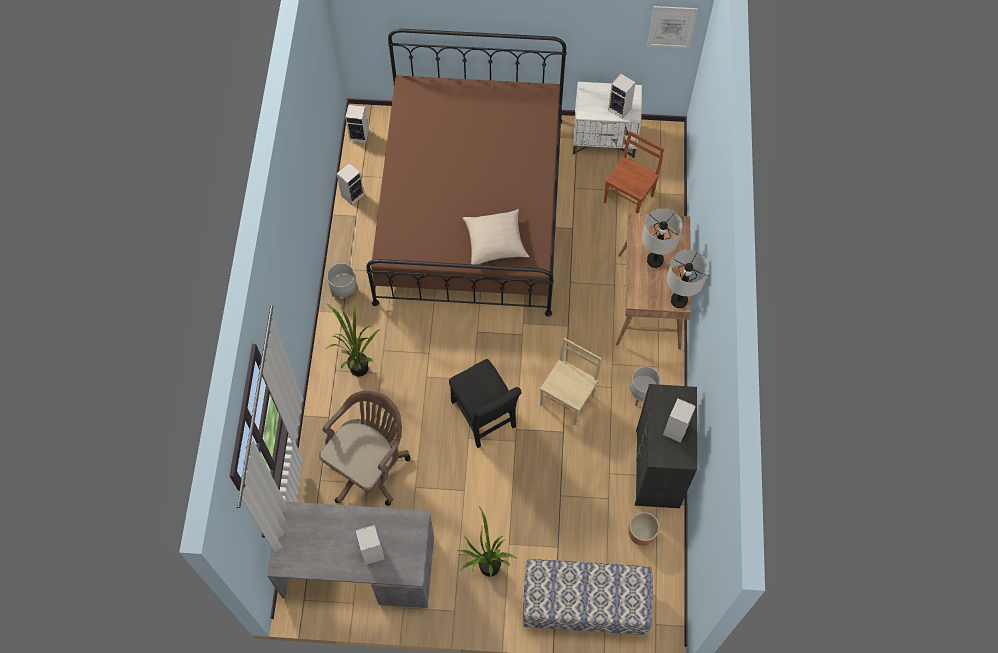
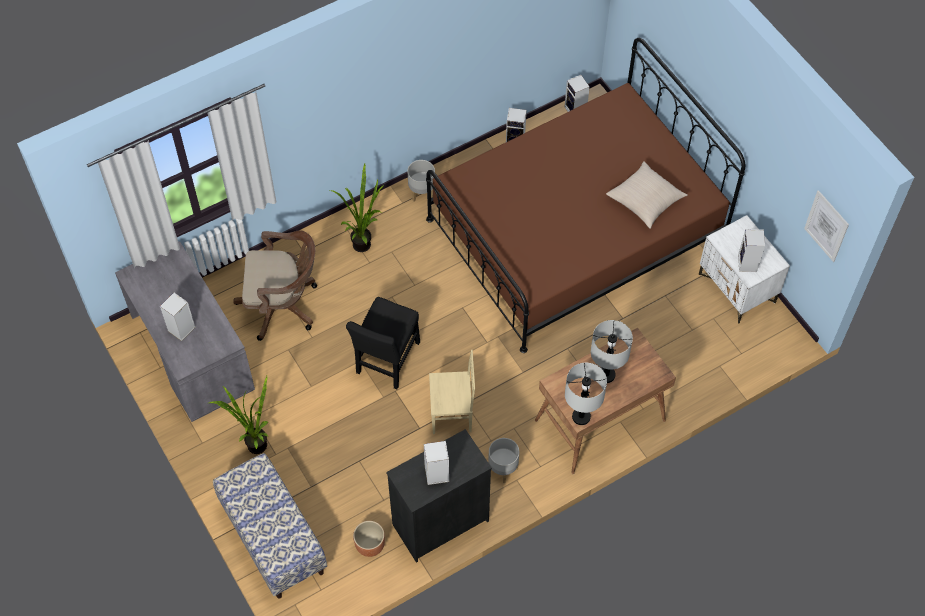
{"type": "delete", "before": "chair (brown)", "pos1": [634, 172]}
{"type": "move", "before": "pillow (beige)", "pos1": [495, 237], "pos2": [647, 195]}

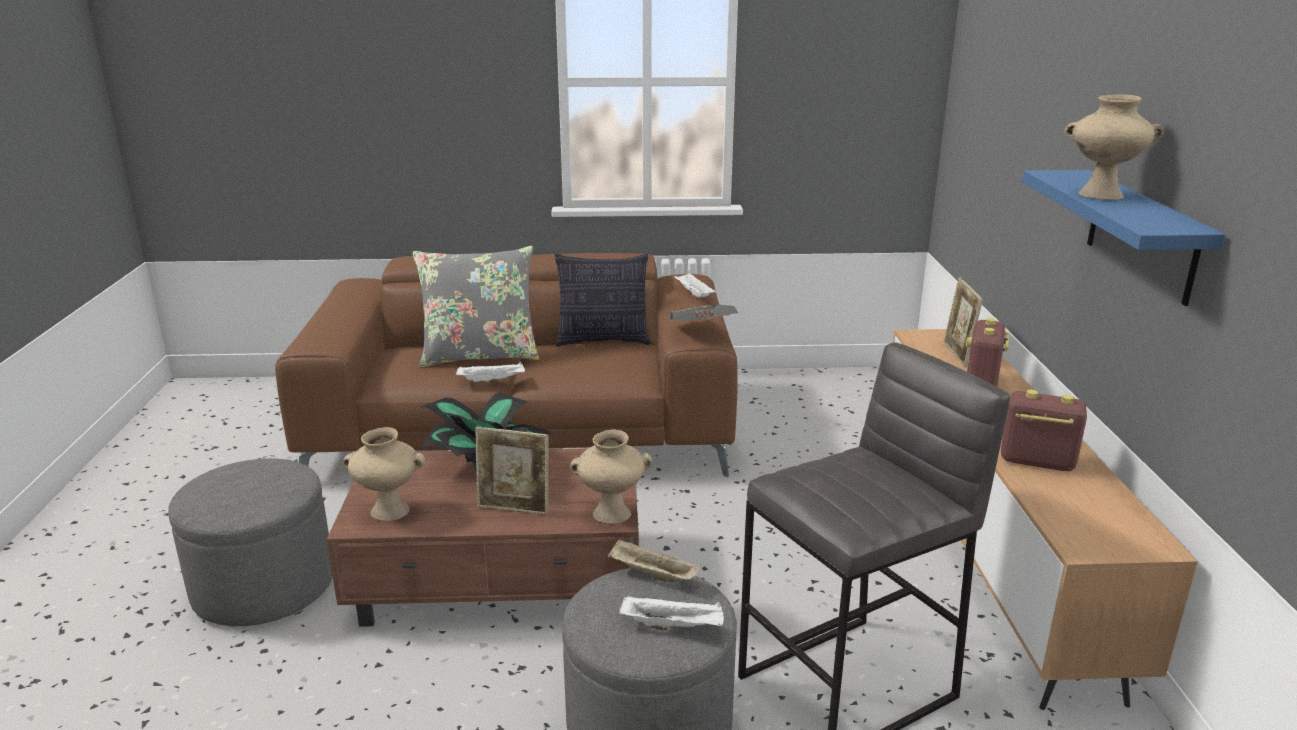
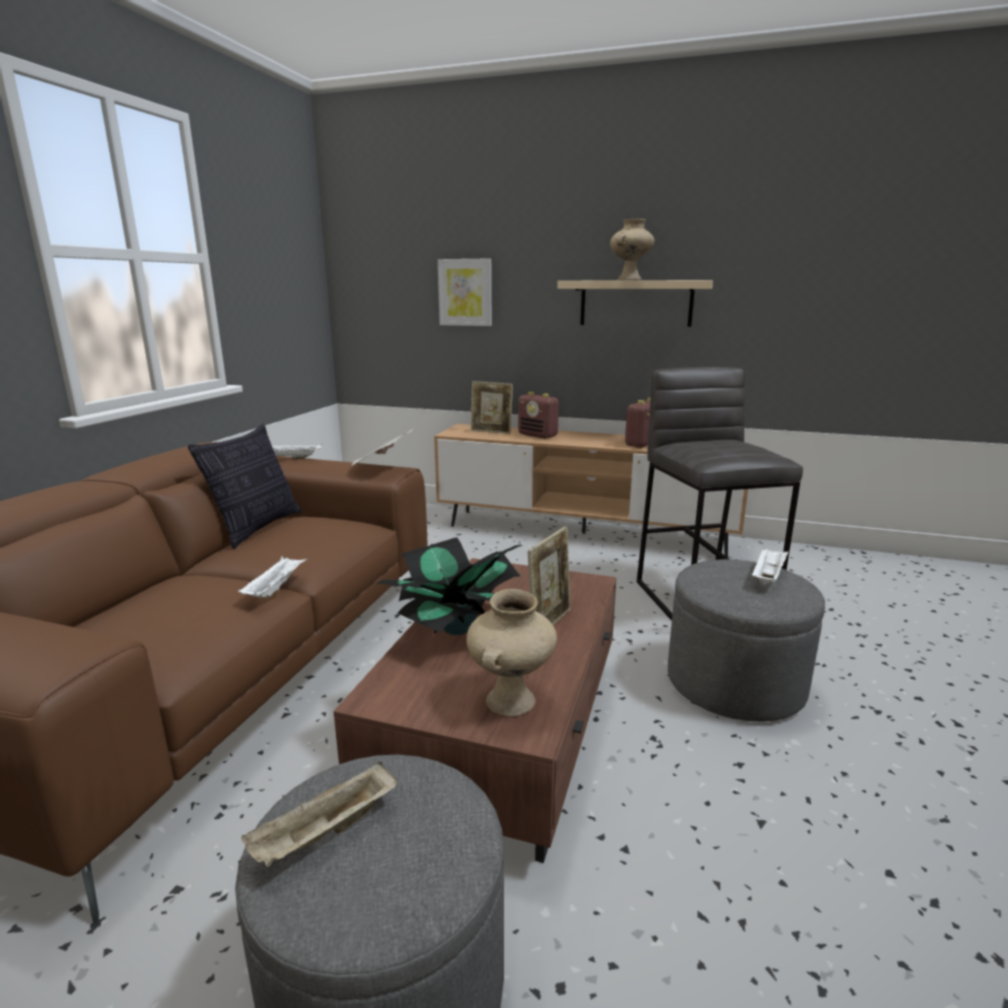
{"type": "delete", "before": "pillow (grey)", "pos1": [476, 306]}
{"type": "delete", "before": "vase (beige)", "pos1": [611, 476]}
{"type": "insert", "after": "picture", "pos2": [465, 292]}
{"type": "move", "before": "tray (beige)", "pos1": [654, 560], "pos2": [319, 814]}
{"type": "recolor", "before": "shelf (blue)", "after": "shelf (beige)", "pos1": [1124, 238], "pos2": [635, 303]}

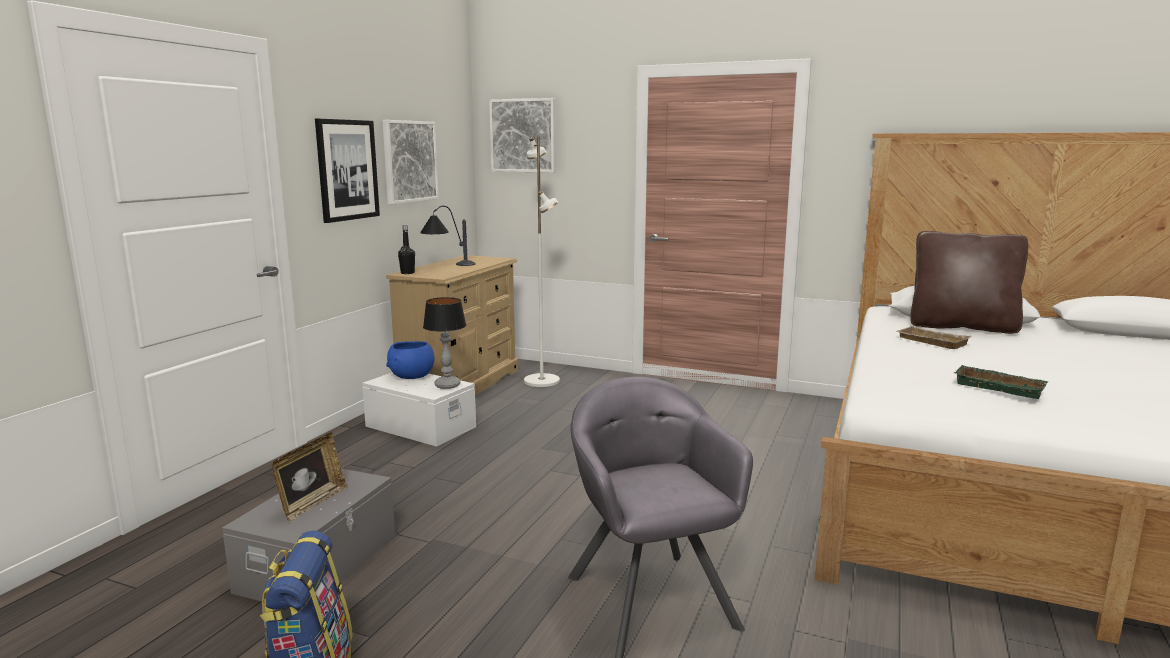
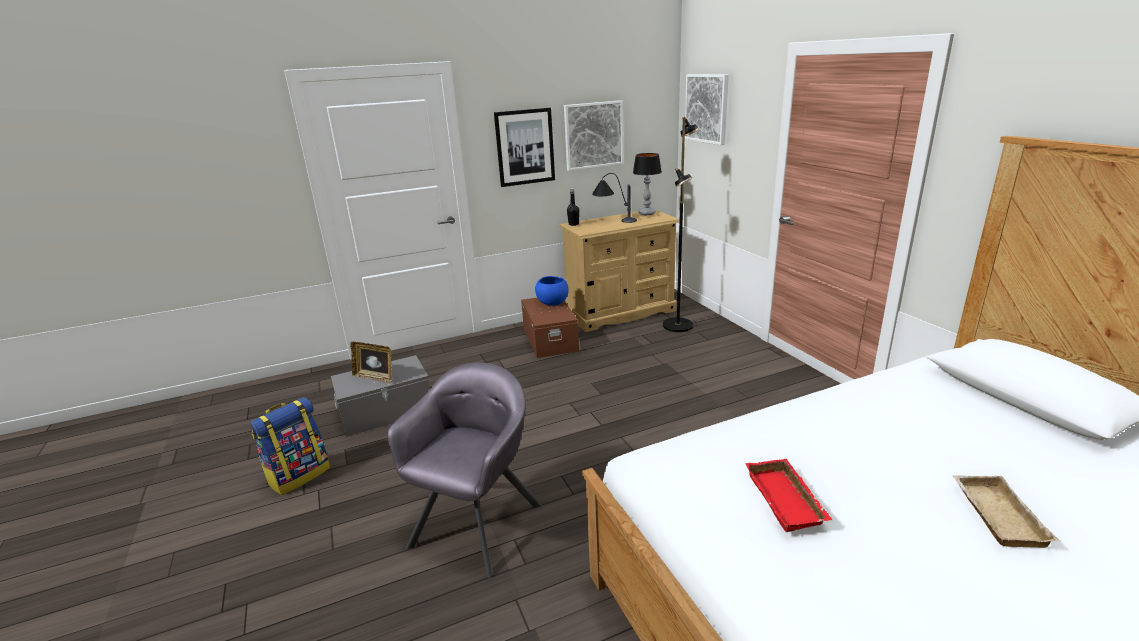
{"type": "delete", "before": "pillow (brown)", "pos1": [969, 282]}
{"type": "move", "before": "table lamp", "pos1": [444, 343], "pos2": [647, 184]}
{"type": "move", "before": "tray (beige)", "pos1": [933, 337], "pos2": [1006, 511]}
{"type": "recolor", "before": "storage box (white)", "after": "storage box (brown)", "pos1": [419, 409], "pos2": [550, 328]}
{"type": "recolor", "before": "floor lamp (white)", "after": "floor lamp (black)", "pos1": [542, 261], "pos2": [681, 224]}
{"type": "recolor", "before": "tray (green)", "after": "tray (red)", "pos1": [1001, 382], "pos2": [789, 495]}
{"type": "rotate", "before": "picture frame", "pos1": [310, 477], "pos2": [371, 363], "turn": 45}

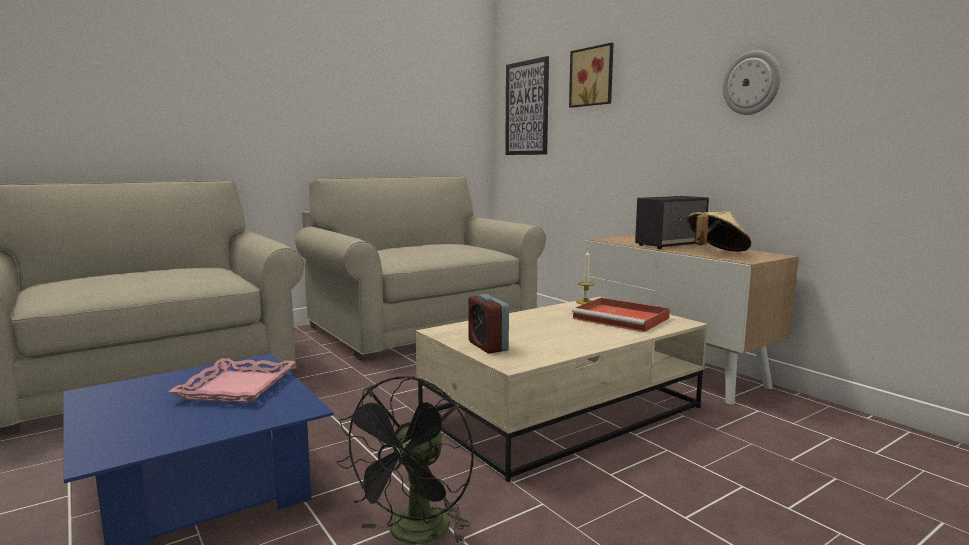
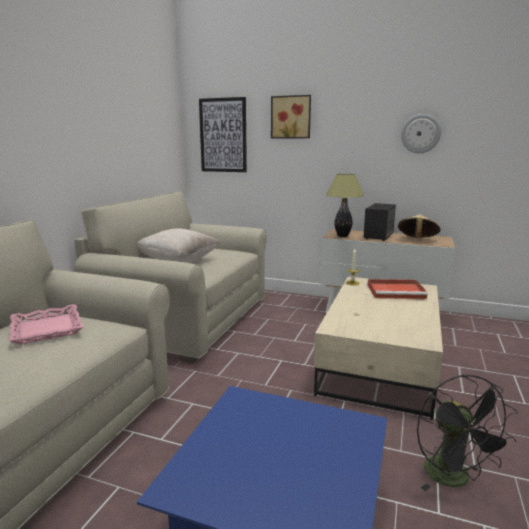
{"type": "delete", "before": "alarm clock", "pos1": [488, 324]}
{"type": "insert", "after": "pillow (beige)", "pos2": [178, 245]}
{"type": "insert", "after": "table lamp", "pos2": [345, 205]}
{"type": "move", "before": "tray (pink)", "pos1": [231, 380], "pos2": [46, 324]}

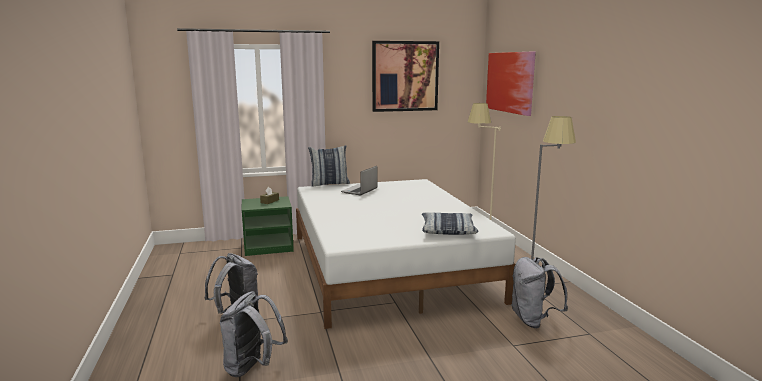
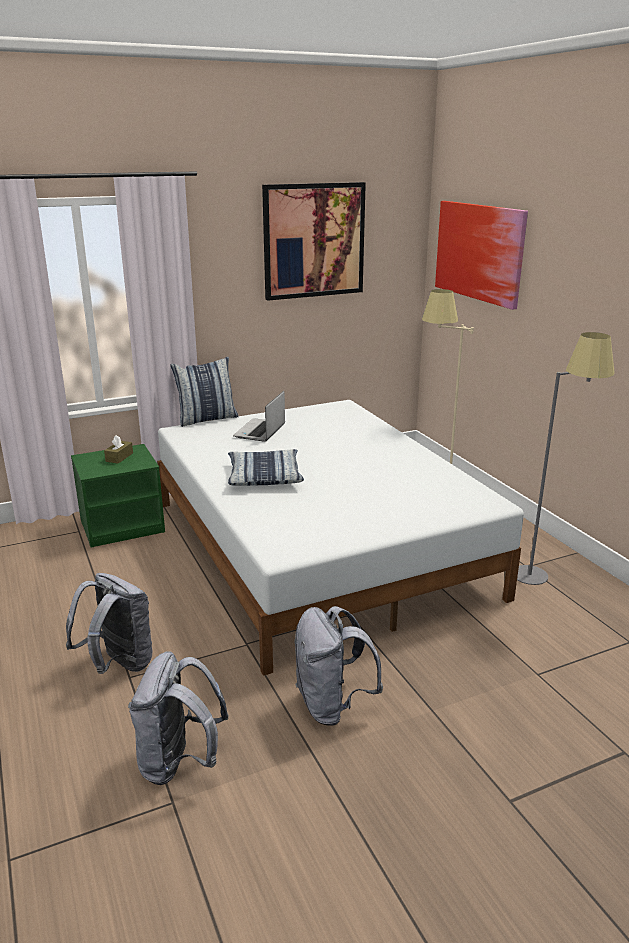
{"type": "move", "before": "pillow", "pos1": [450, 223], "pos2": [266, 467]}
{"type": "move", "before": "backpack (grey)", "pos1": [539, 292], "pos2": [338, 666]}

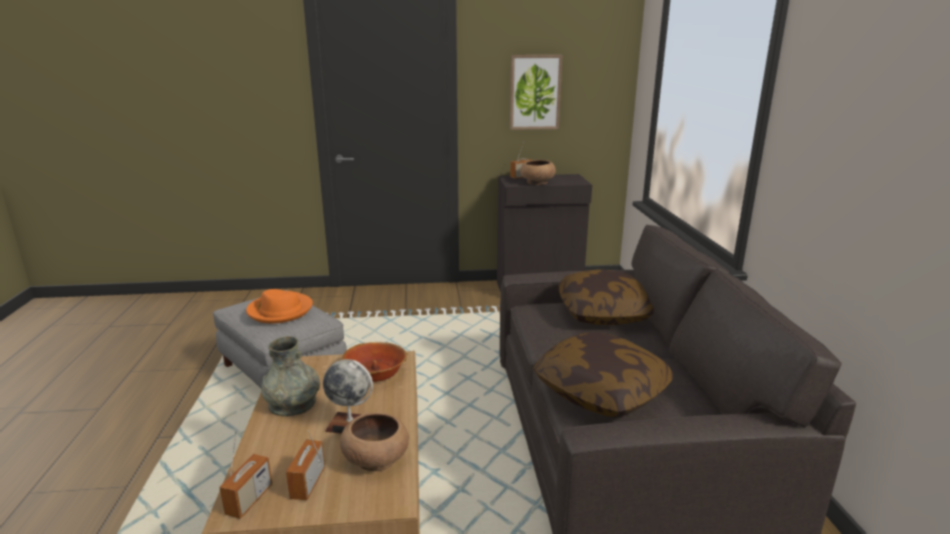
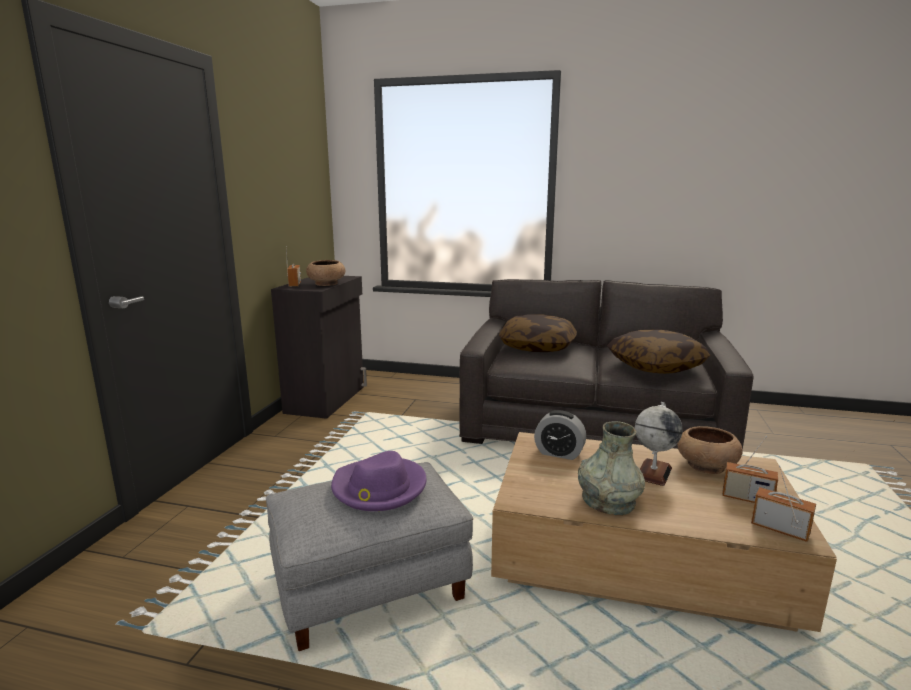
{"type": "delete", "before": "picture", "pos1": [536, 92]}
{"type": "replace", "before": "bowl", "after": "alarm clock", "pos1": [375, 362], "pos2": [560, 435]}
{"type": "recolor", "before": "hat (orange)", "after": "hat (purple)", "pos1": [279, 306], "pos2": [379, 481]}

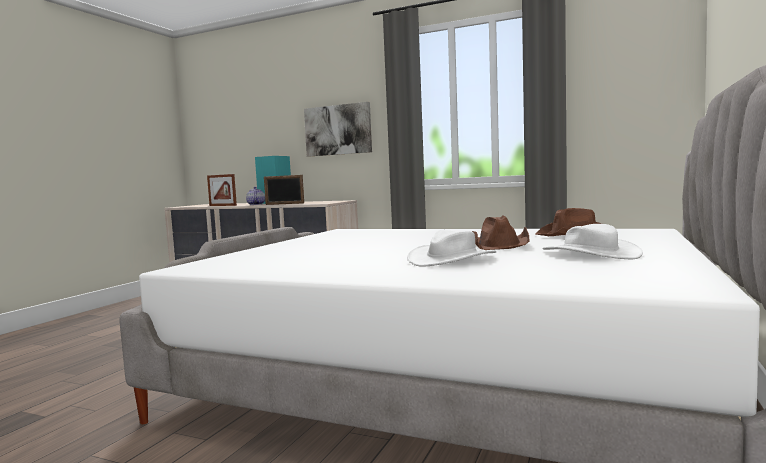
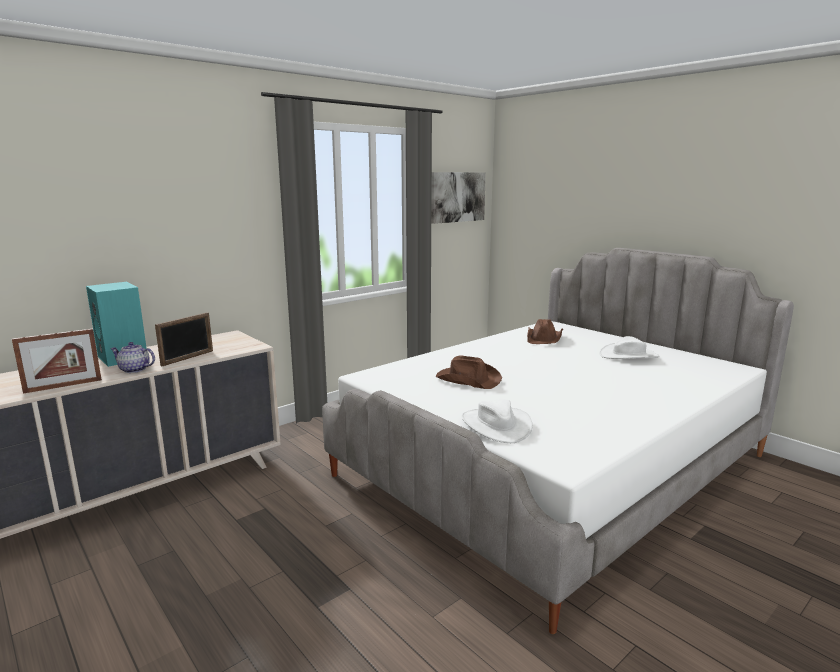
{"type": "move", "before": "picture", "pos1": [338, 129], "pos2": [458, 198]}
{"type": "move", "before": "hat (white)", "pos1": [451, 248], "pos2": [497, 421]}
{"type": "move", "before": "hat (brown)", "pos1": [501, 232], "pos2": [469, 372]}

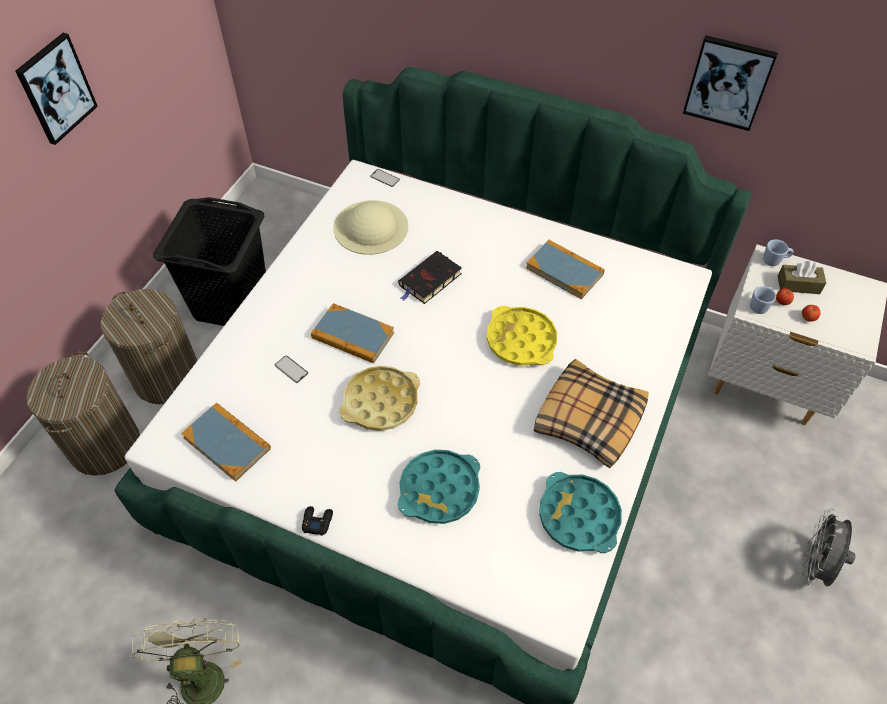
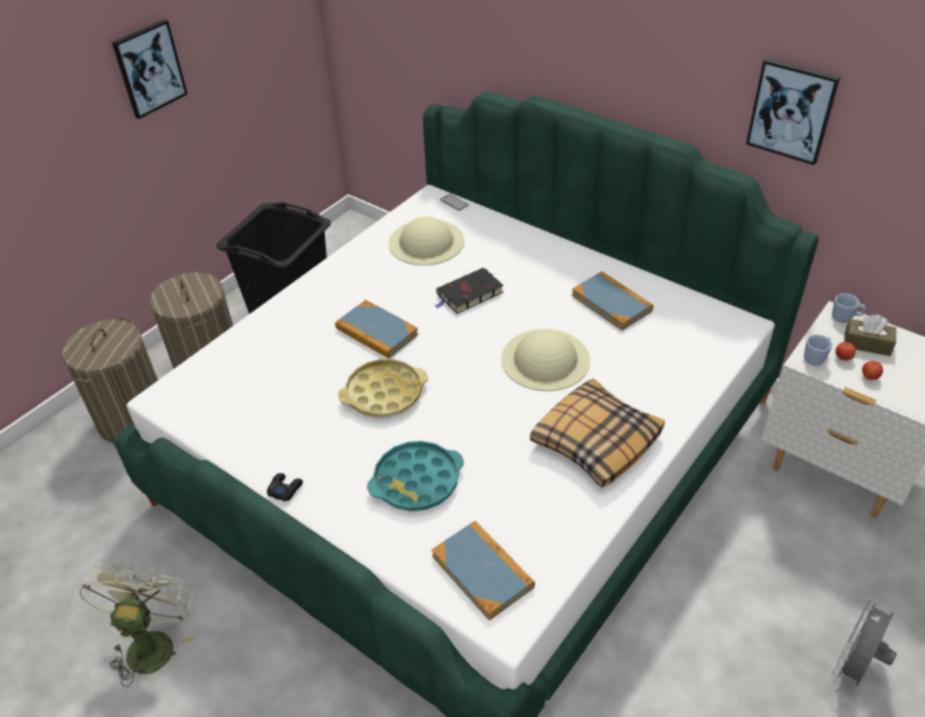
{"type": "delete", "before": "phone", "pos1": [291, 369]}
{"type": "delete", "before": "tray (turquoise)", "pos1": [580, 512]}
{"type": "move", "before": "book", "pos1": [226, 442], "pos2": [483, 571]}
{"type": "replace", "before": "tray (yellow)", "after": "hat (beige)", "pos1": [522, 336], "pos2": [545, 360]}

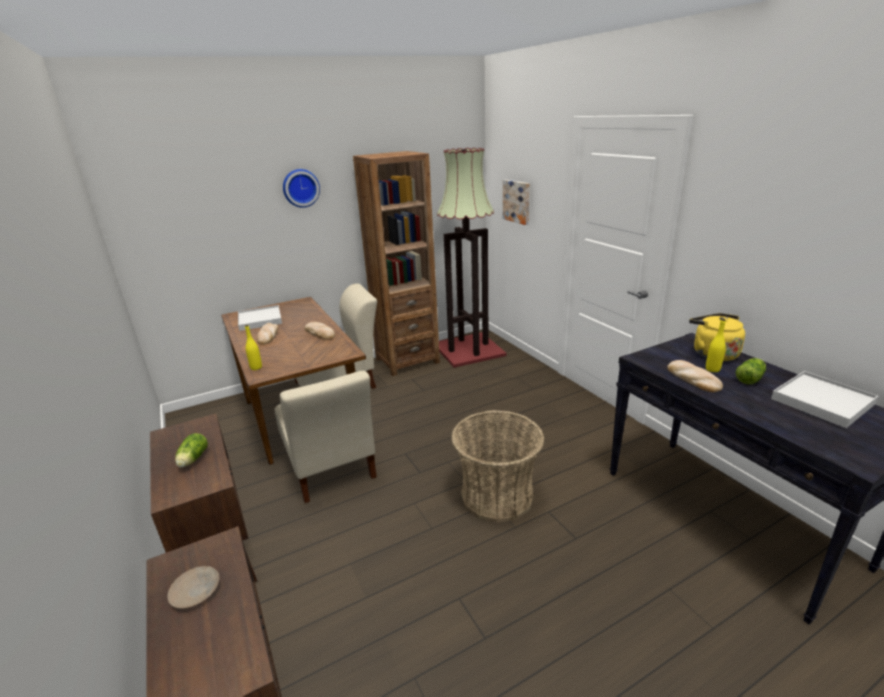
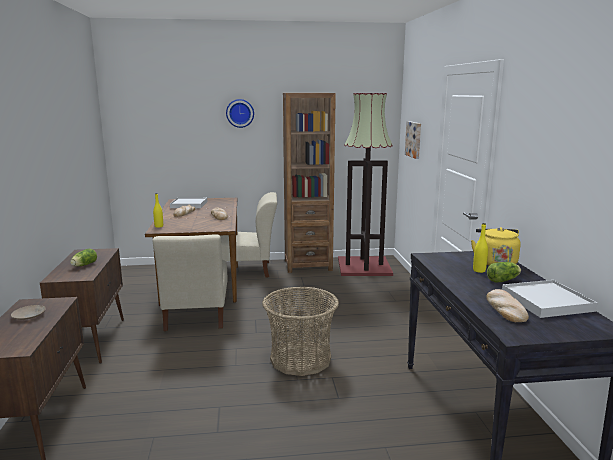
{"type": "move", "before": "bread", "pos1": [695, 376], "pos2": [507, 305]}

